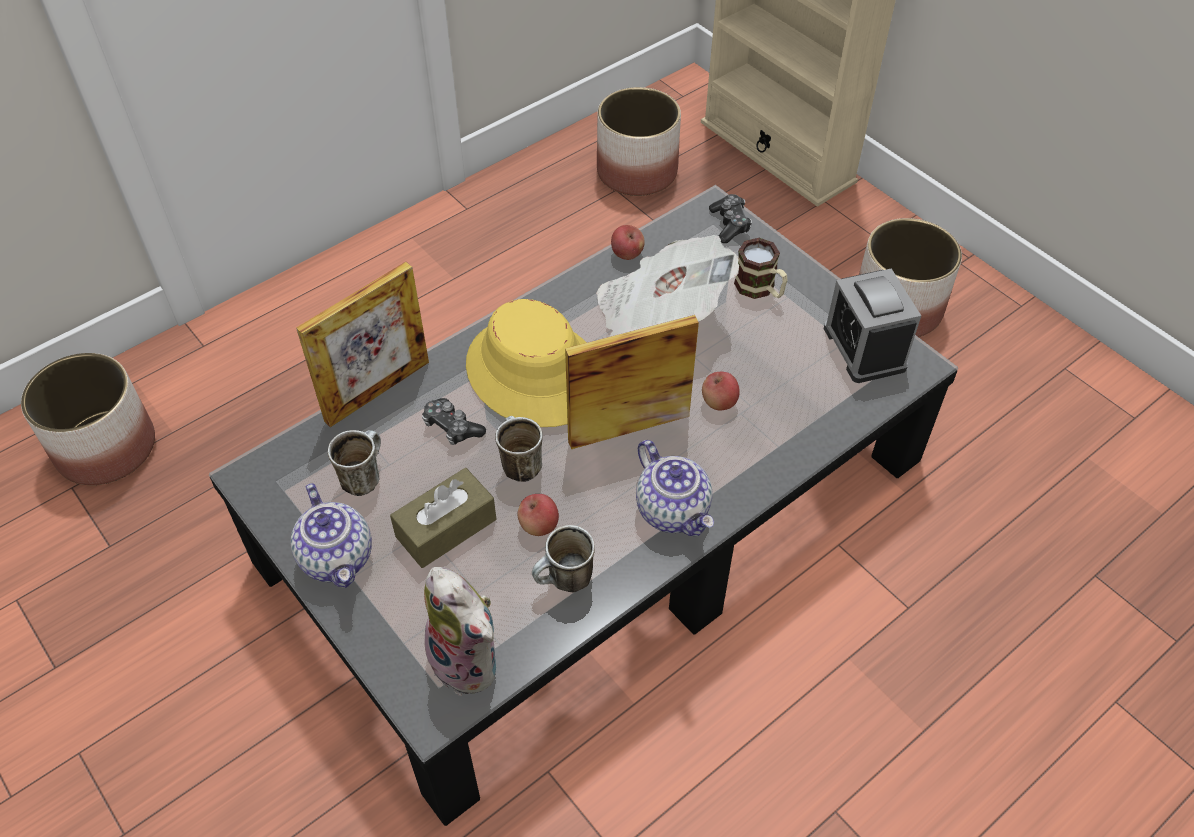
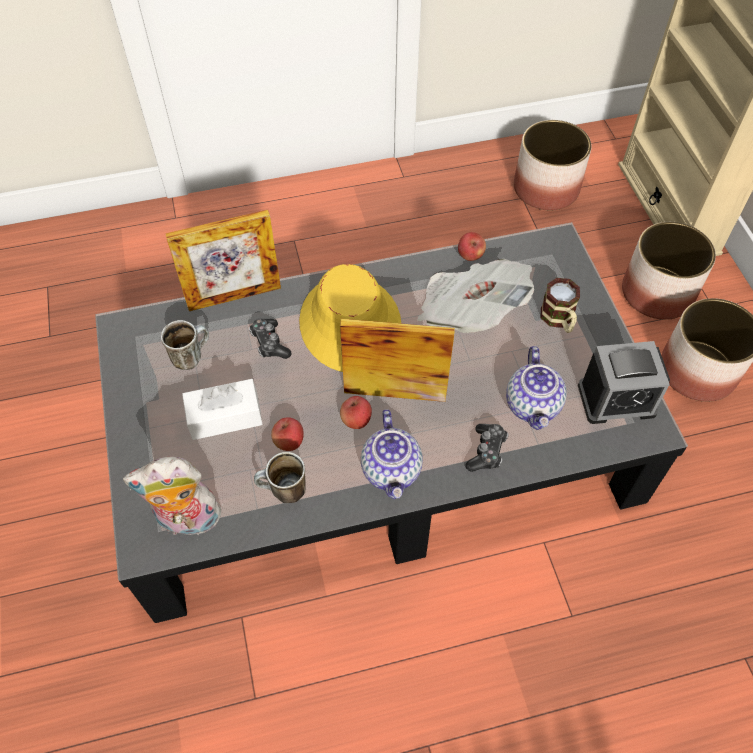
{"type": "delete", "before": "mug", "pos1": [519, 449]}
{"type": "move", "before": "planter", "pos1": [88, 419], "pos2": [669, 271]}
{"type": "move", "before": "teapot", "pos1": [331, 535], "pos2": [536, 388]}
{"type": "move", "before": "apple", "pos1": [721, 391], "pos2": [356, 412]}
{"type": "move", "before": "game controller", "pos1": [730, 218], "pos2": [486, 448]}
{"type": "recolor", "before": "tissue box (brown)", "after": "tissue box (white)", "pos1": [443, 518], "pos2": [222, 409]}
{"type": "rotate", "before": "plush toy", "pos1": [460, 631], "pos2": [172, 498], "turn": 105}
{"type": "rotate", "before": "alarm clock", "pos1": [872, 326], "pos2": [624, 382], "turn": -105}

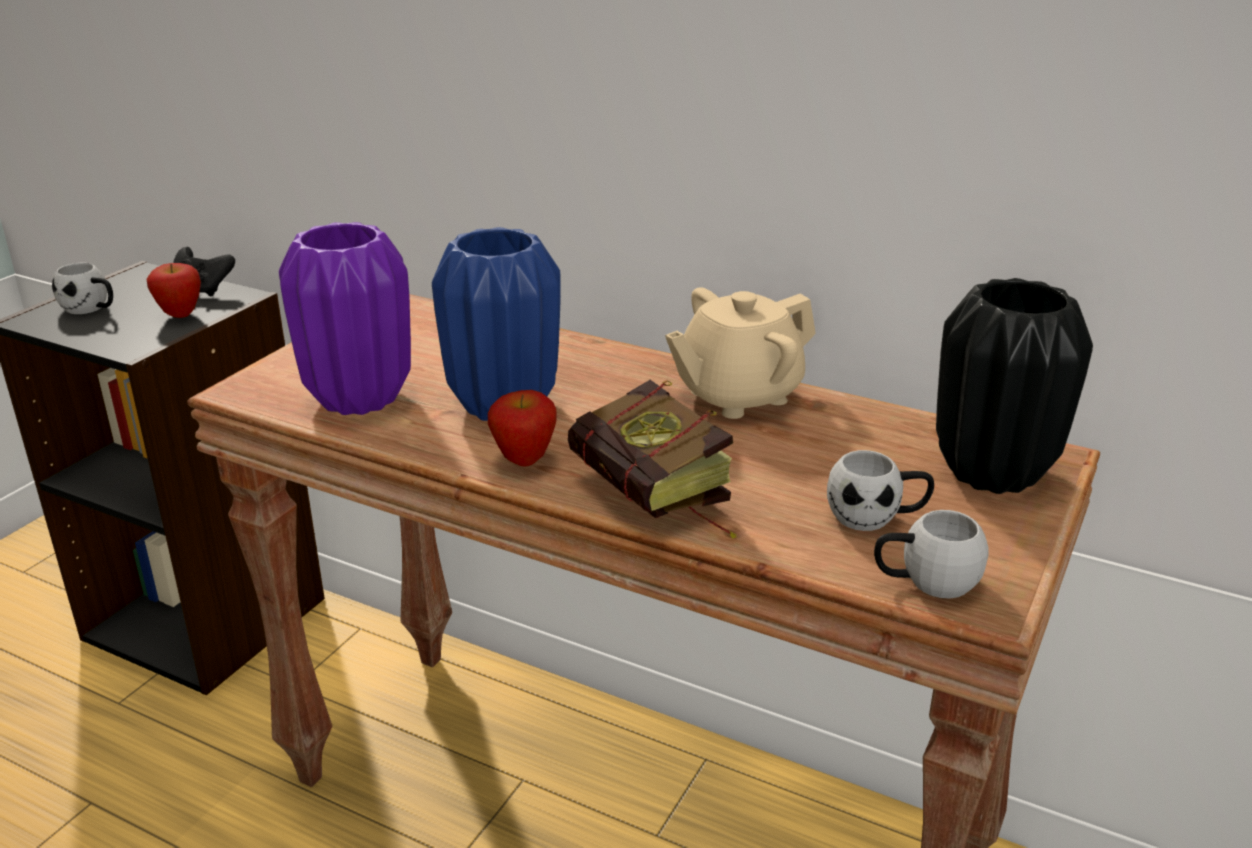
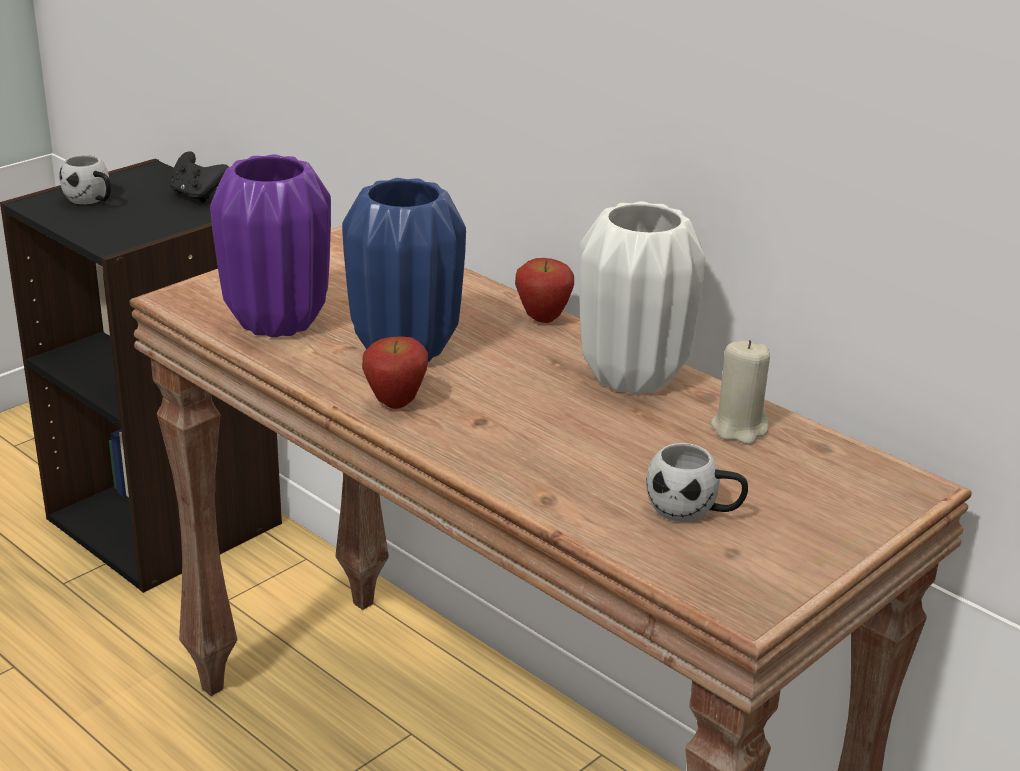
{"type": "delete", "before": "book", "pos1": [652, 459]}
{"type": "delete", "before": "mug (white)", "pos1": [931, 554]}
{"type": "delete", "before": "vase (black)", "pos1": [1014, 386]}
{"type": "insert", "after": "candle (beige)", "pos2": [740, 392]}
{"type": "move", "before": "apple", "pos1": [173, 290], "pos2": [544, 290]}
{"type": "replace", "before": "teapot (beige)", "after": "vase (white)", "pos1": [740, 353], "pos2": [642, 297]}

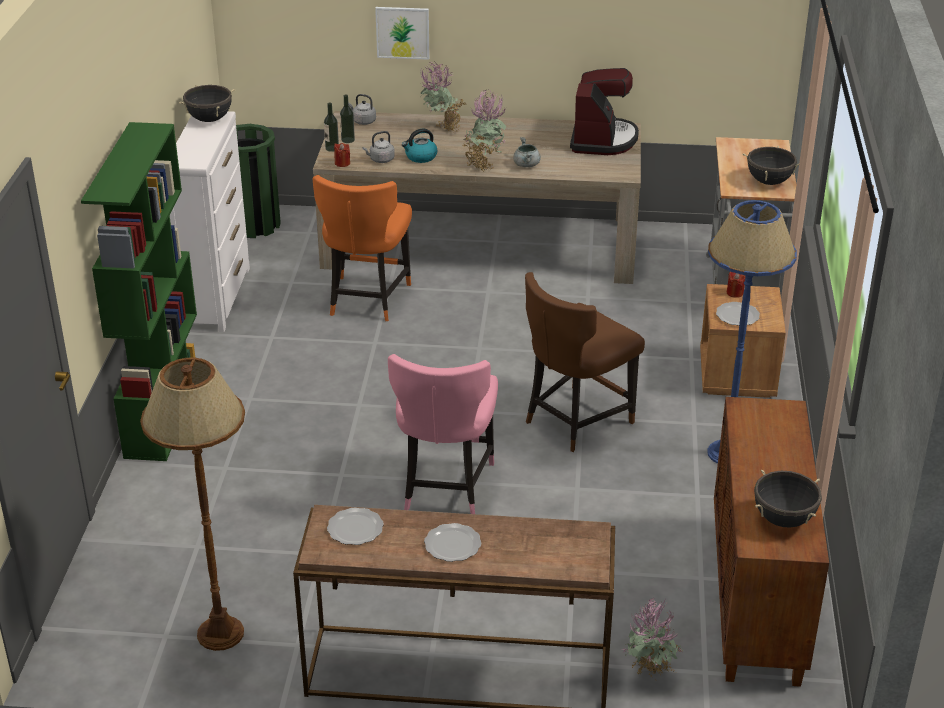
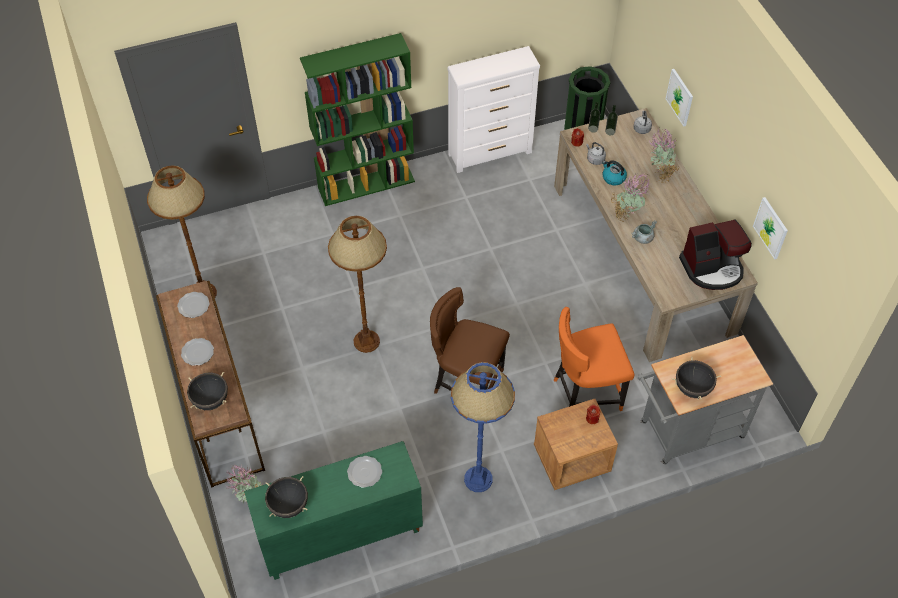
{"type": "insert", "after": "picture", "pos2": [770, 228]}
{"type": "move", "before": "cooking pot (black)", "pos1": [207, 103], "pos2": [207, 391]}
{"type": "move", "before": "chair (orange)", "pos1": [362, 248], "pos2": [594, 359]}
{"type": "move", "before": "plate", "pos1": [738, 314], "pos2": [364, 472]}
{"type": "replace", "before": "chair (pink)", "after": "floor lamp (brown)", "pos1": [443, 434], "pos2": [357, 284]}
{"type": "recolor", "before": "cabinet (brown)", "after": "cabinet (green)", "pos1": [771, 542], "pos2": [333, 510]}

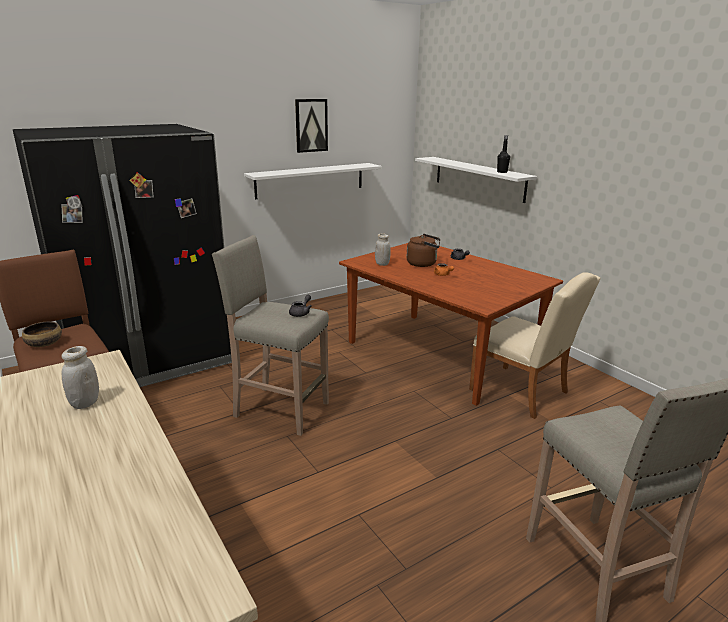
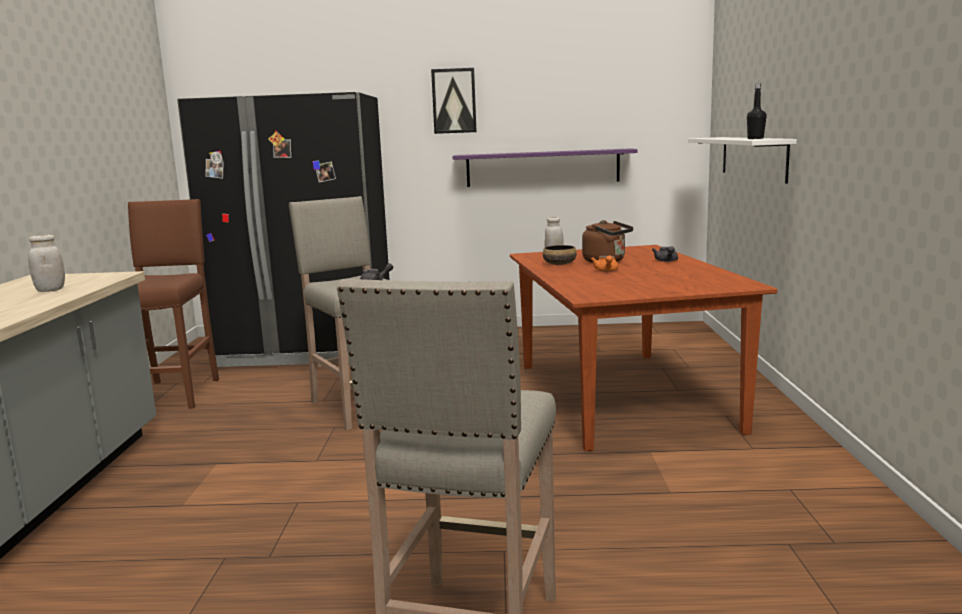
{"type": "delete", "before": "chair (beige)", "pos1": [534, 345]}
{"type": "move", "before": "bowl", "pos1": [42, 334], "pos2": [560, 255]}
{"type": "move", "before": "picture", "pos1": [311, 126], "pos2": [454, 101]}
{"type": "recolor", "before": "shelf (white)", "after": "shelf (purple)", "pos1": [313, 181], "pos2": [545, 167]}

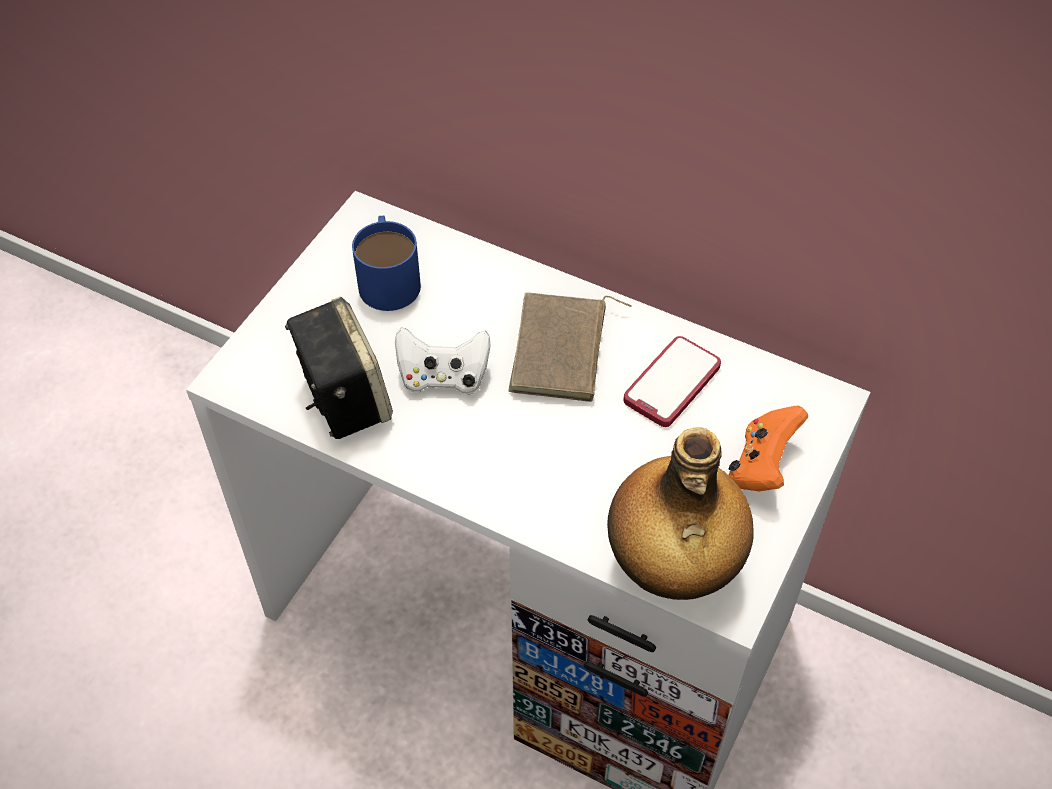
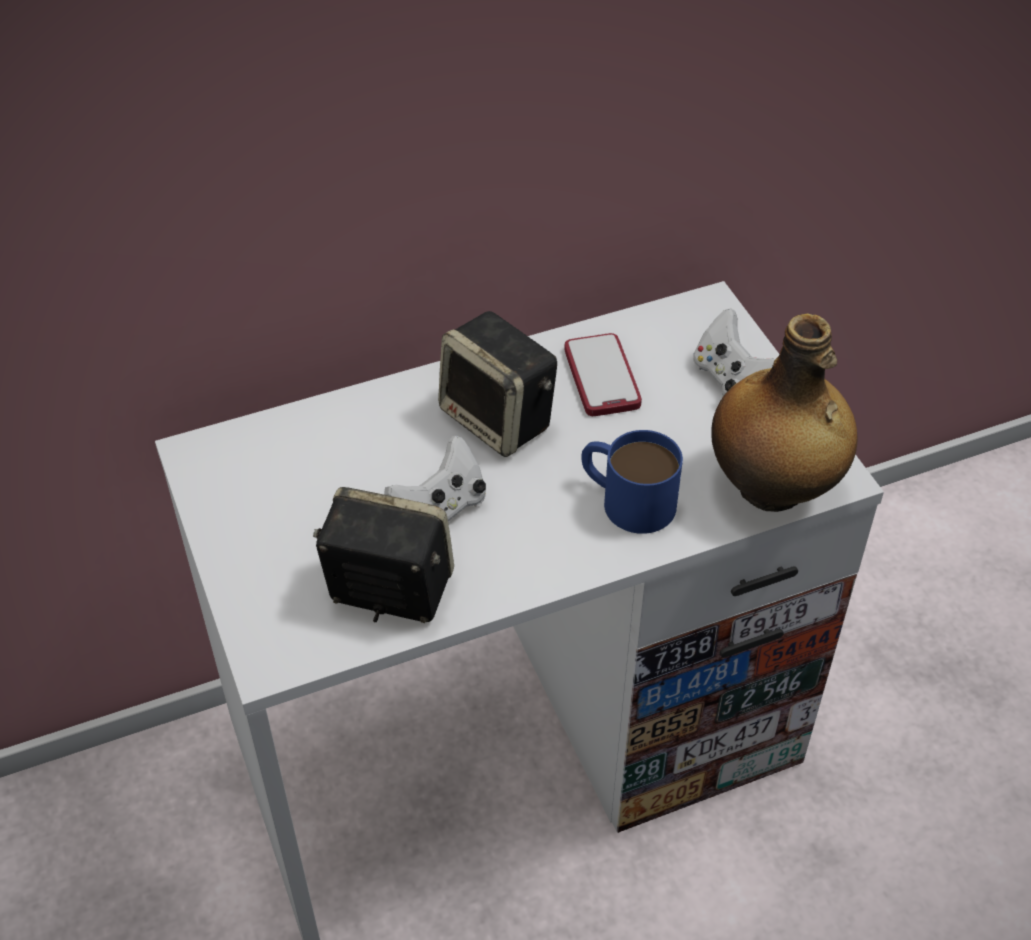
{"type": "move", "before": "mug (blue)", "pos1": [386, 263], "pos2": [632, 482]}
{"type": "replace", "before": "book (brown)", "after": "speaker", "pos1": [570, 347], "pos2": [497, 384]}
{"type": "recolor", "before": "game controller (orange)", "after": "game controller (white)", "pos1": [768, 448], "pos2": [734, 352]}

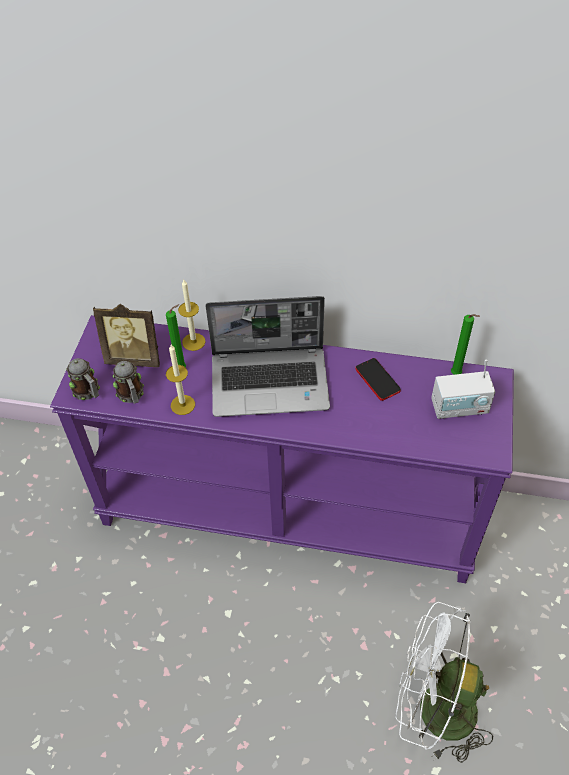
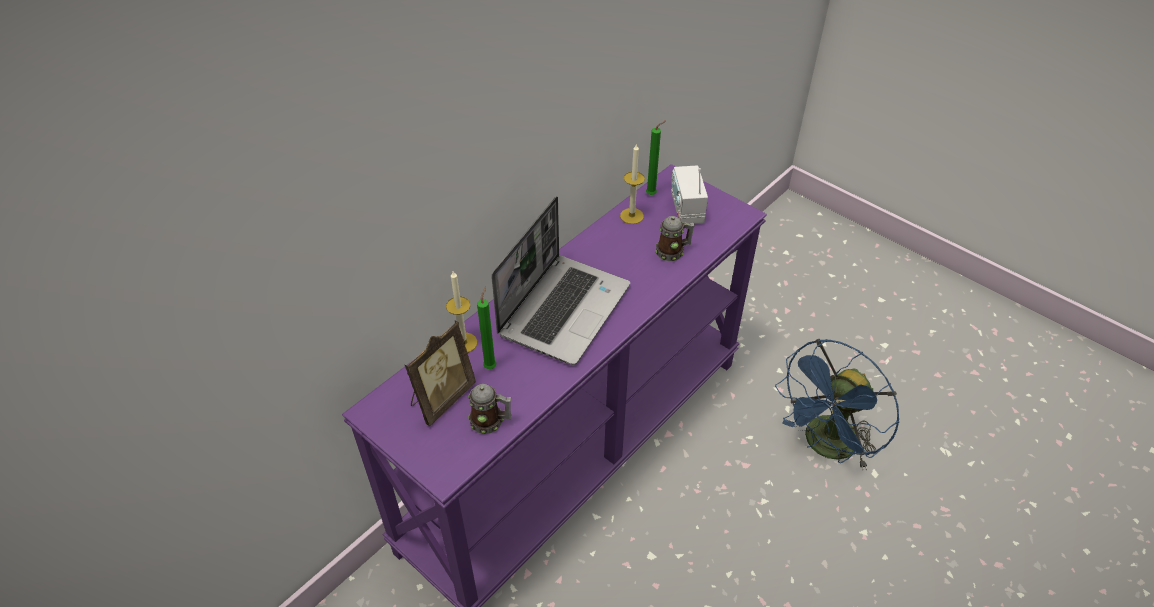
{"type": "delete", "before": "phone", "pos1": [378, 379]}
{"type": "move", "before": "mug", "pos1": [83, 379], "pos2": [675, 238]}
{"type": "move", "before": "candle", "pos1": [180, 380], "pos2": [632, 183]}
{"type": "recolor", "before": "fan (white)", "after": "fan (blue)", "pos1": [444, 682], "pos2": [837, 404]}
{"type": "rotate", "before": "radio", "pos1": [463, 389], "pos2": [689, 195], "turn": 150}

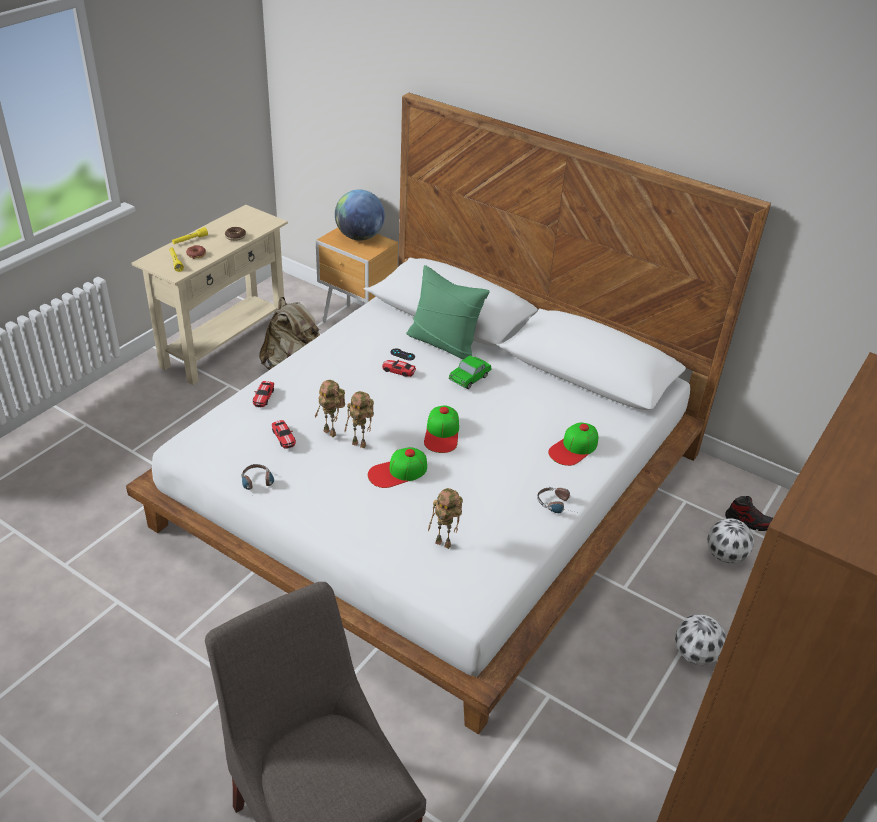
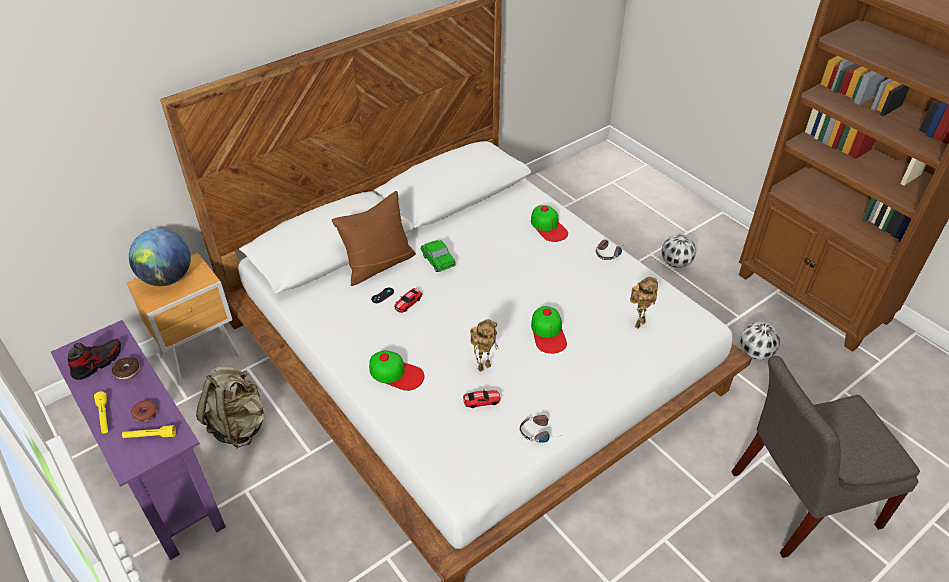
{"type": "delete", "before": "toy car", "pos1": [263, 394]}
{"type": "delete", "before": "toy robot", "pos1": [359, 419]}
{"type": "move", "before": "cap", "pos1": [441, 429], "pos2": [396, 370]}
{"type": "move", "before": "football", "pos1": [730, 541], "pos2": [760, 341]}
{"type": "move", "before": "shoe", "pos1": [749, 513], "pos2": [94, 359]}
{"type": "recolor", "before": "console table (beige)", "after": "console table (purple)", "pos1": [209, 295], "pos2": [138, 440]}
{"type": "recolor", "before": "pillow (green)", "after": "pillow (brown)", "pos1": [448, 312], "pos2": [374, 238]}

